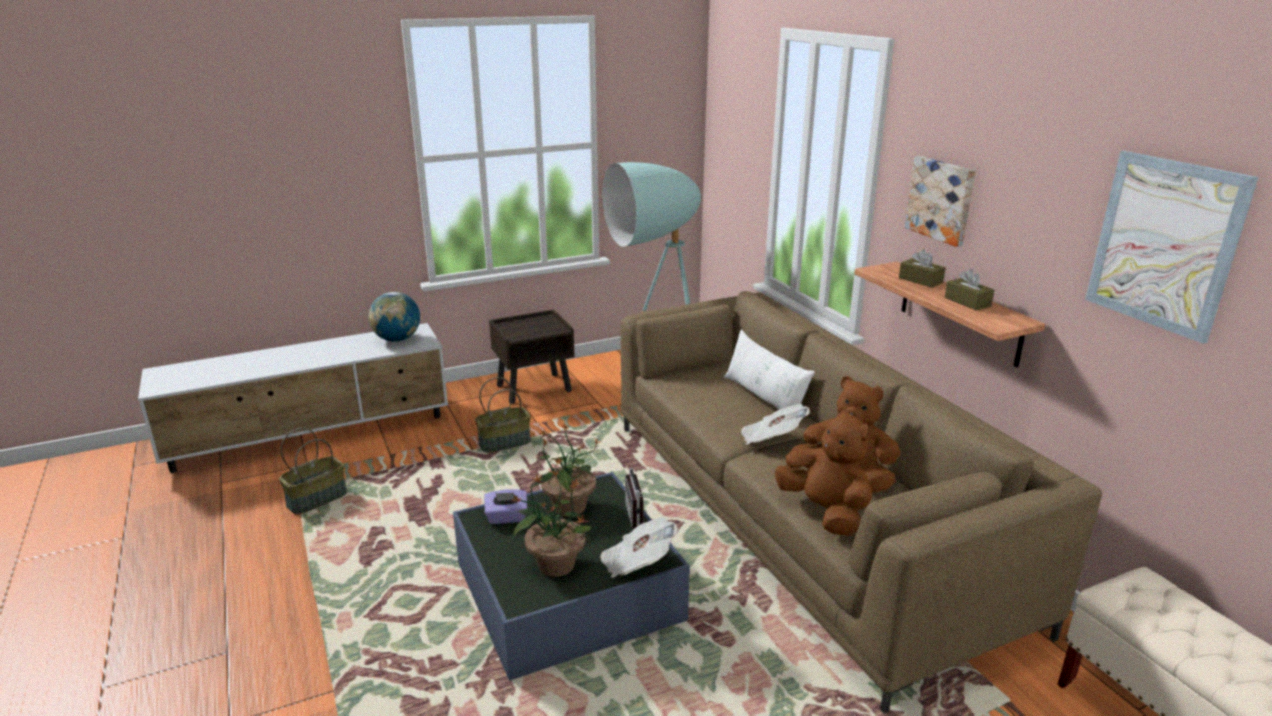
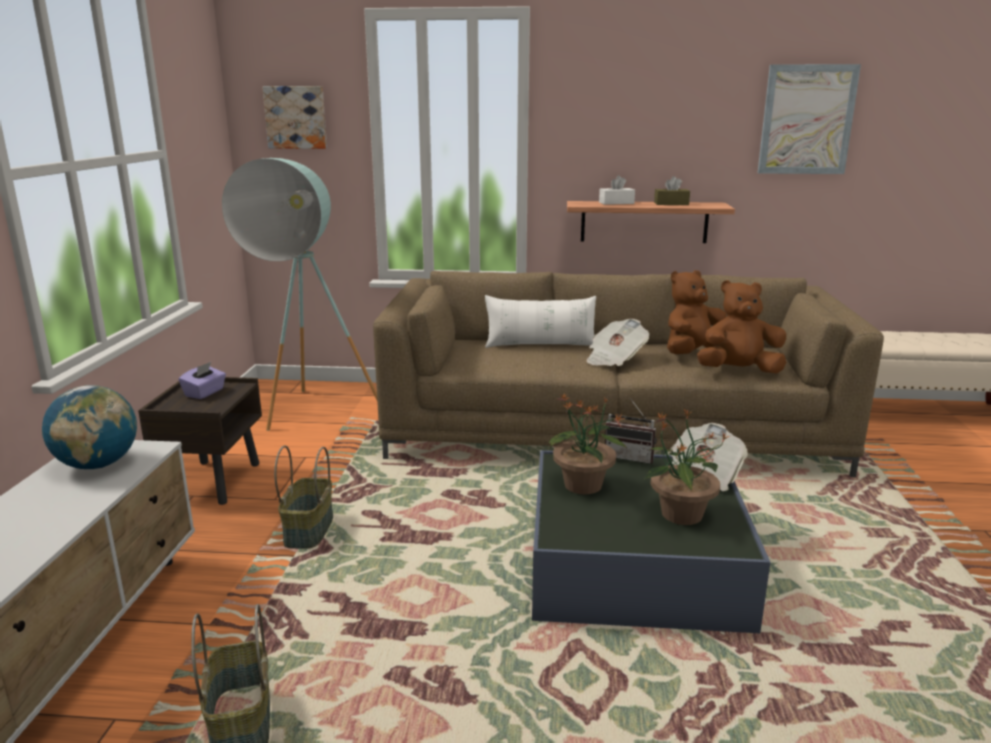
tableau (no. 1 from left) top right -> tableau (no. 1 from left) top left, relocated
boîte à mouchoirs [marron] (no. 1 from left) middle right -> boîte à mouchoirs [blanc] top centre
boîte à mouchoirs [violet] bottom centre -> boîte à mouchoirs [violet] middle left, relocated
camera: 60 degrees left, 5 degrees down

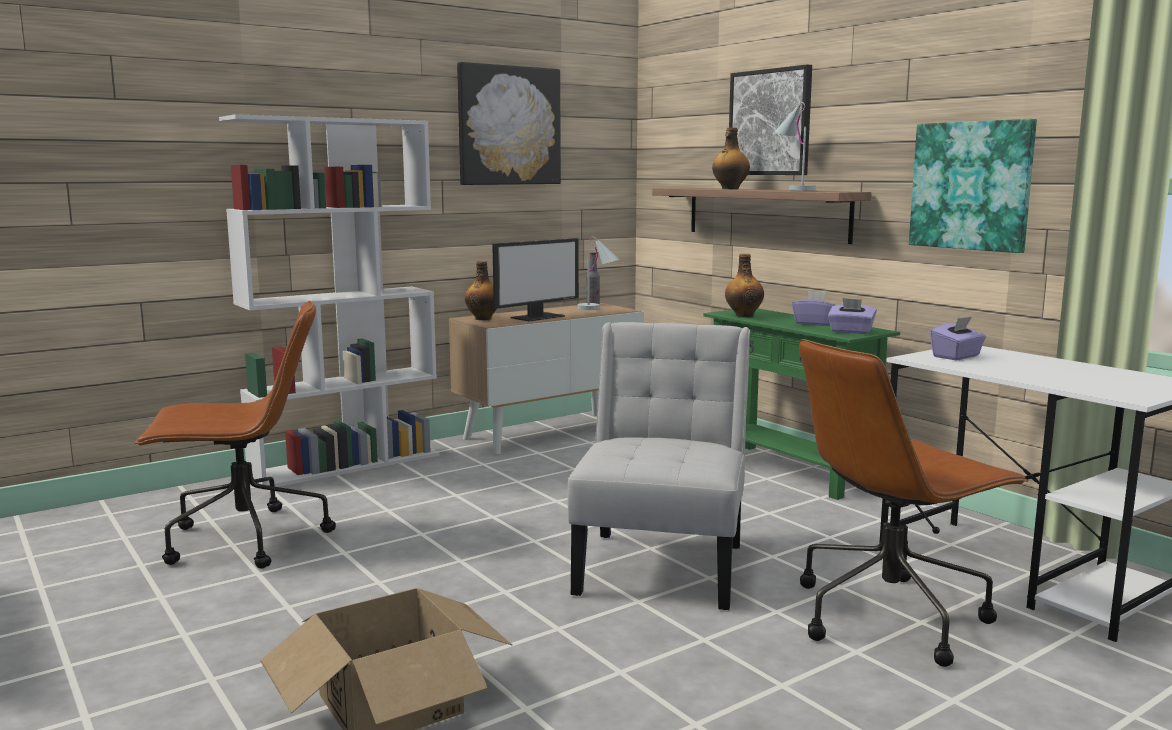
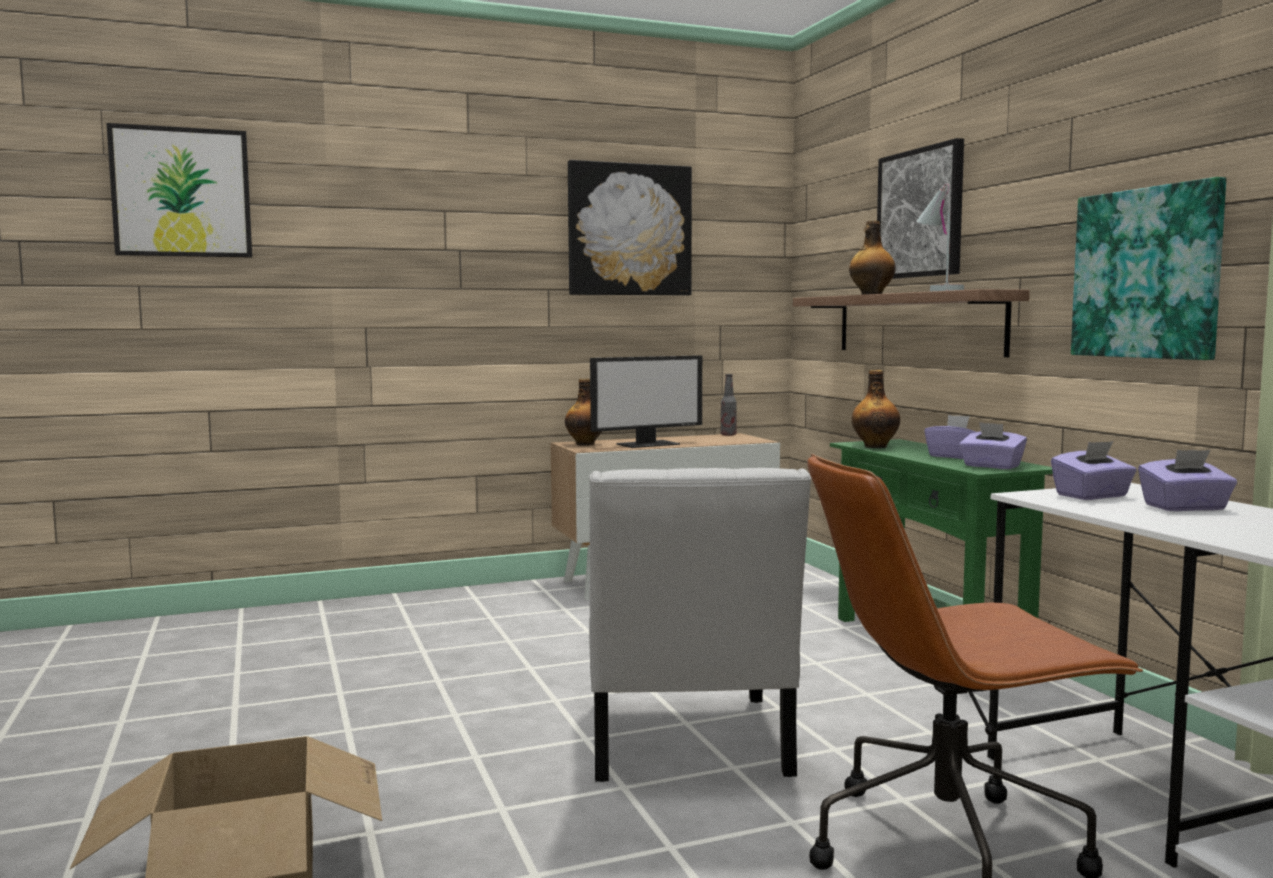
bibliothèque [blanc] middle left -> none
lampe de table [blanc] (no. 1 from left) centre -> none
chaise de bureau [marron] (no. 1 from left) middle left -> none
chaise [blanc] centre -> chaise [blanc] bottom centre, 150 degrees clockwise
none -> tableau (no. 1 from left) top left
none -> boîte à mouchoirs [violet] (no. 4 from left) middle right
camera: 15 degrees right, 5 degrees down

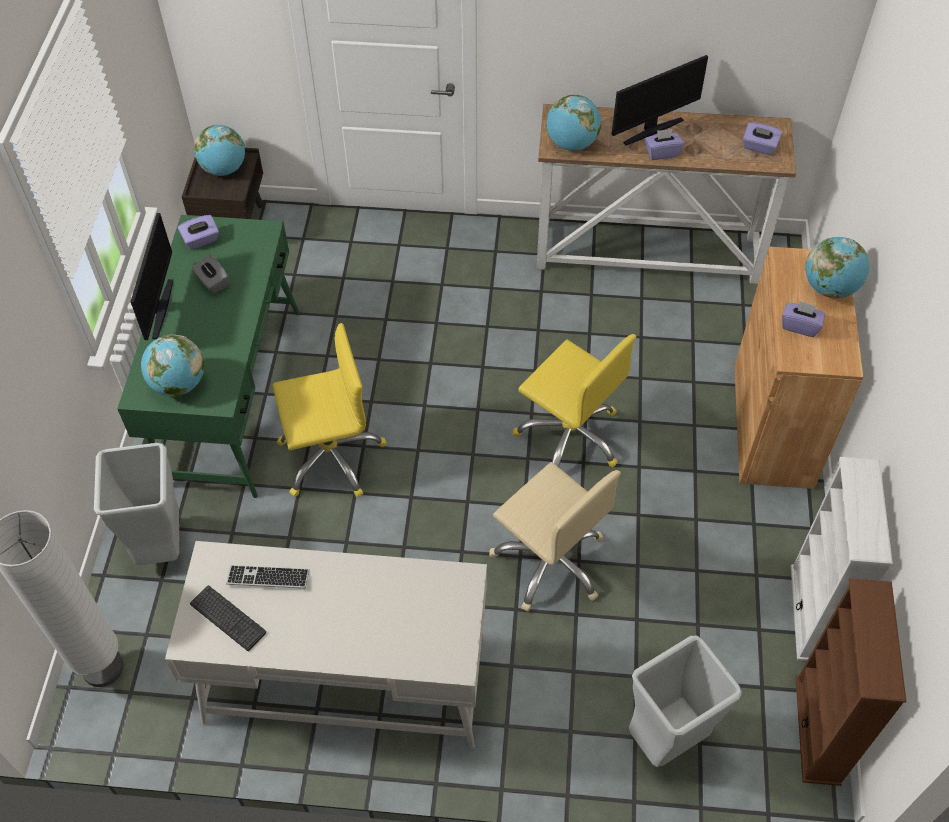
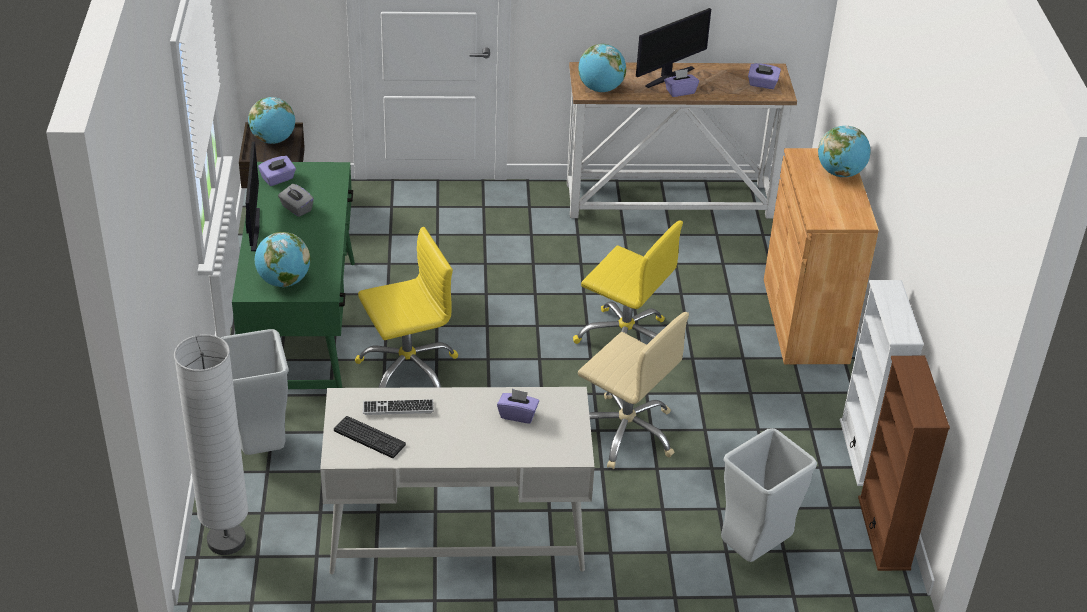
boîte à mouchoirs [violet] (no. 4 from left in the first image) middle right -> boîte à mouchoirs [violet] (no. 2 from left) centre, relocated
camera: 10 degrees left, 15 degrees down

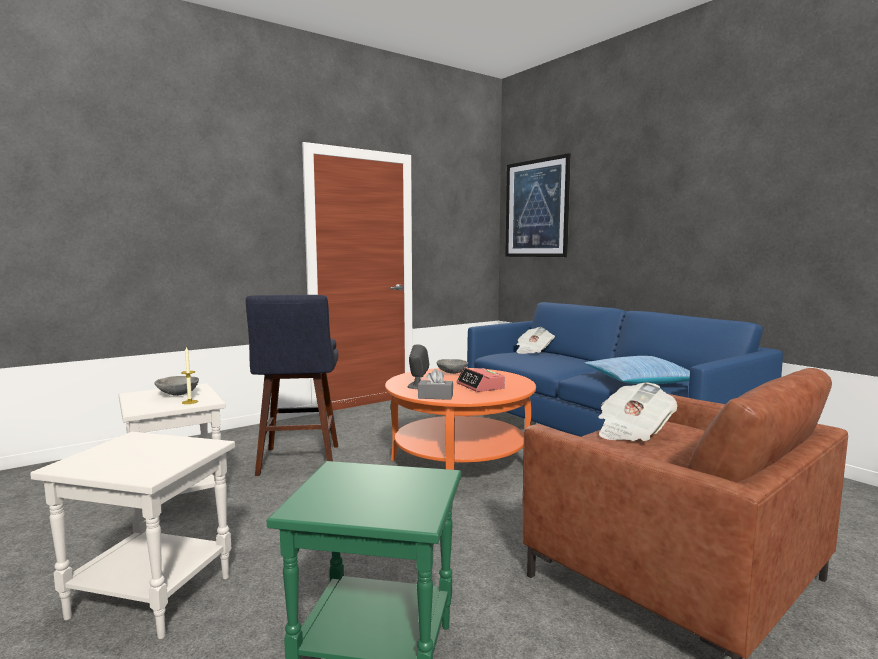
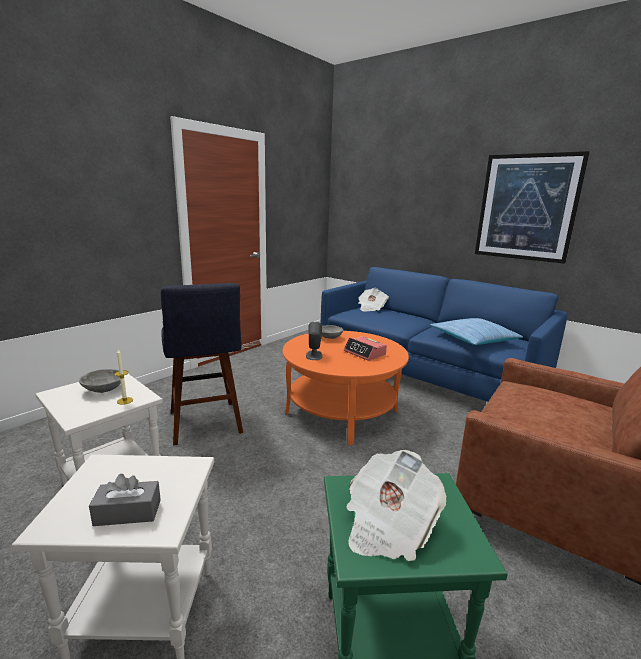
tableau top centre -> tableau top right, relocated
boîte à mouchoirs [gris] centre -> boîte à mouchoirs [gris] bottom left, relocated
journal (no. 2 from left) middle right -> journal (no. 2 from left) bottom centre, relocated
camera: 15 degrees left, 10 degrees up

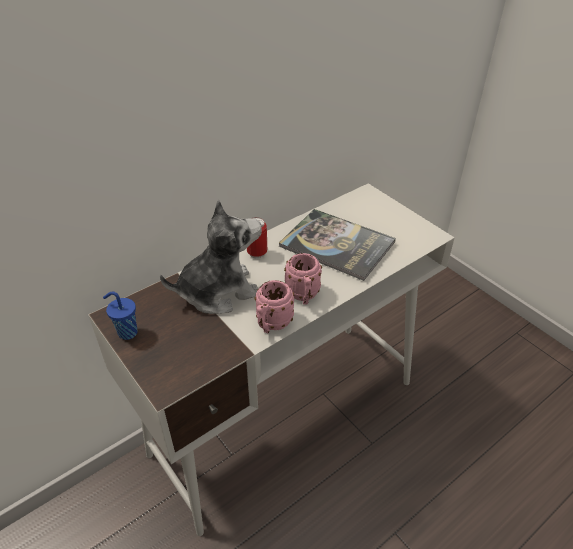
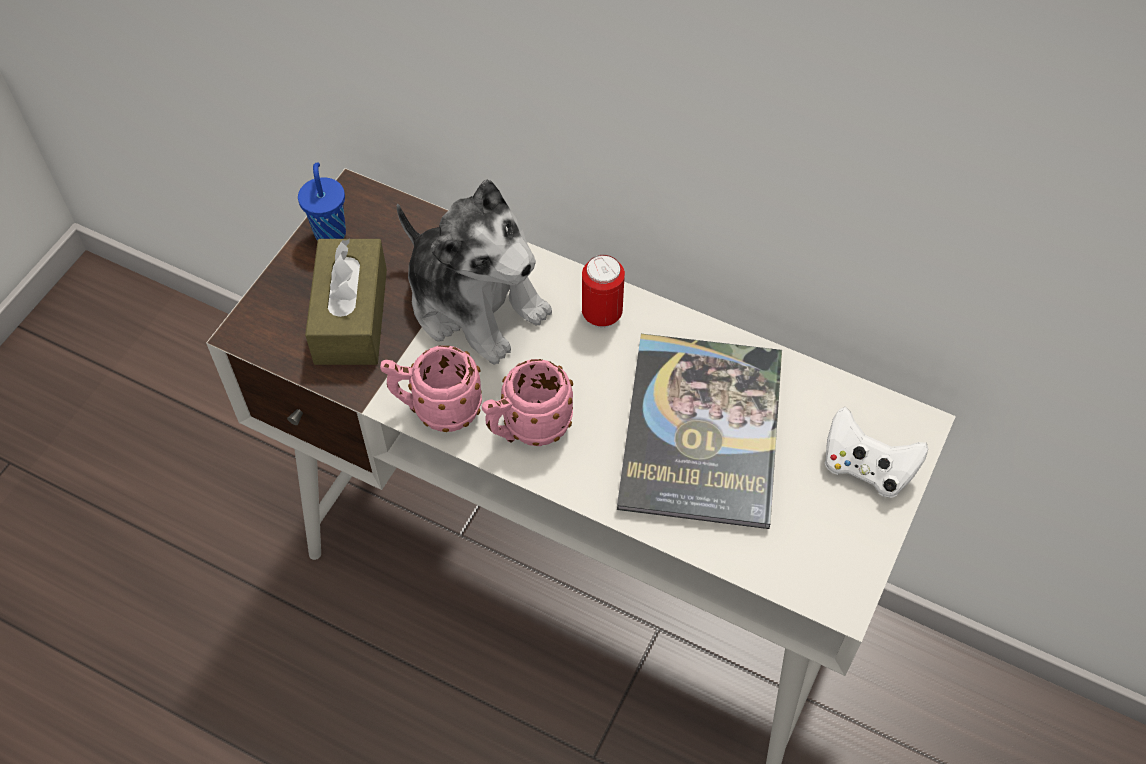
none -> boîte à mouchoirs [marron] middle left
none -> manette [blanc] middle right
camera: 65 degrees right, 15 degrees up

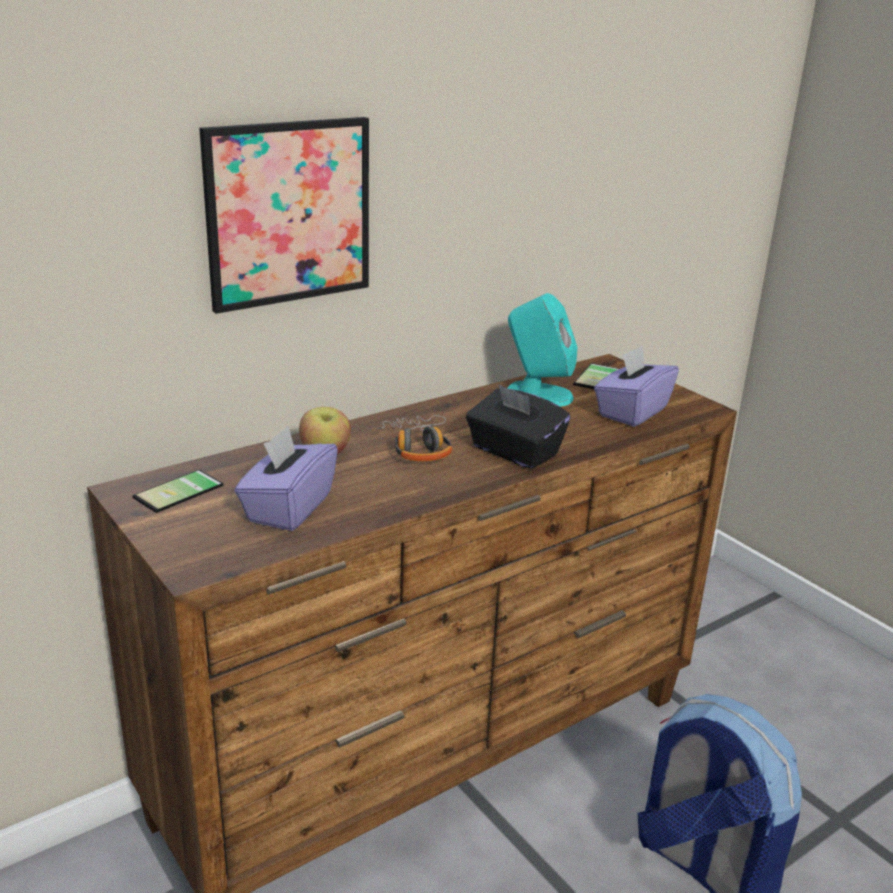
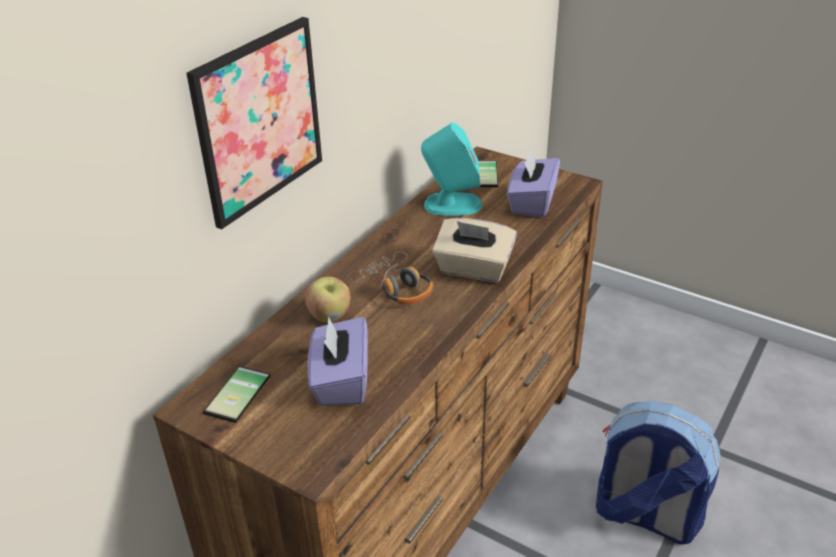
boîte à mouchoirs [noir] centre -> boîte à mouchoirs [beige] centre
camera: 20 degrees left, 10 degrees up

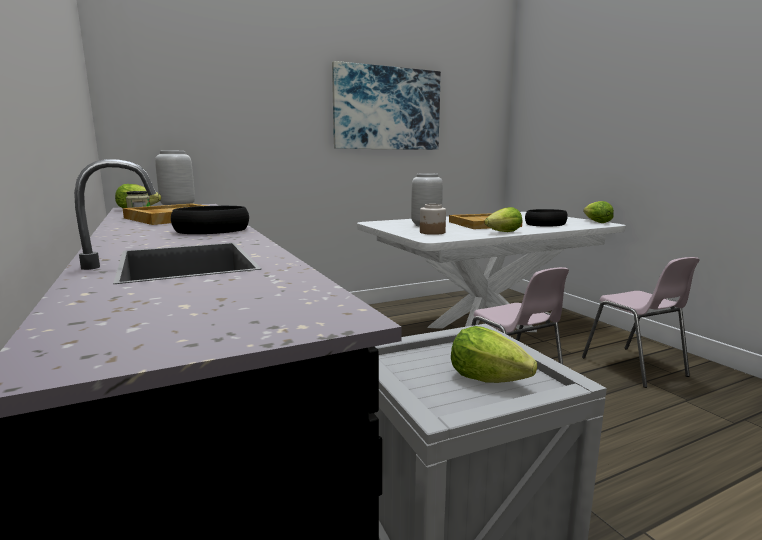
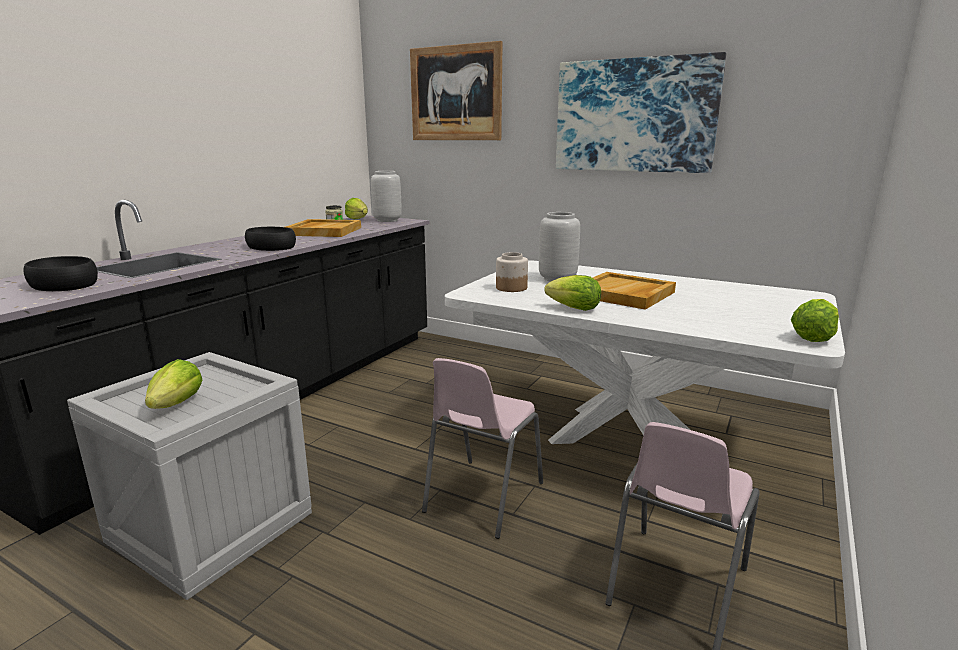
bol [noir] (no. 2 from left in the first image) middle right -> bol [noir] (no. 1 from left) middle left, relocated
none -> tableau (no. 1 from left) top centre
camera: 55 degrees right, 5 degrees up

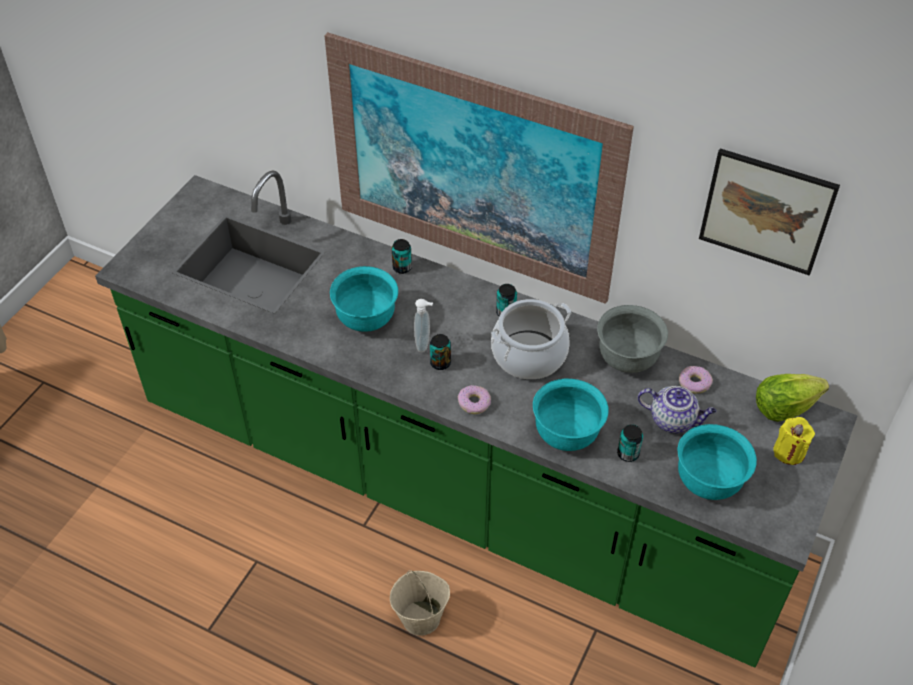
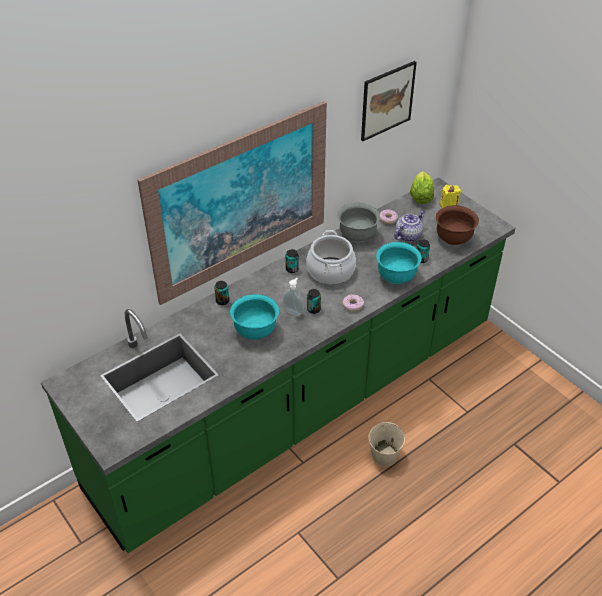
bol [turquoise] (no. 3 from left) bottom right -> bol [marron] middle right
camera: 65 degrees left, 5 degrees down

